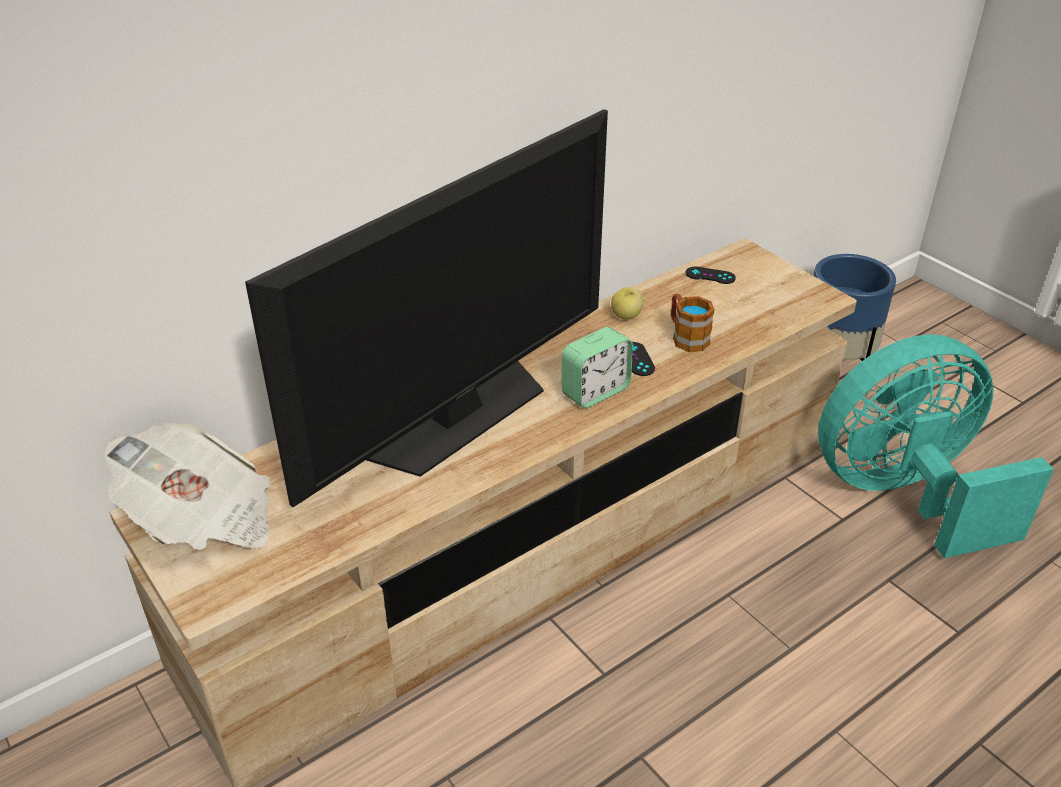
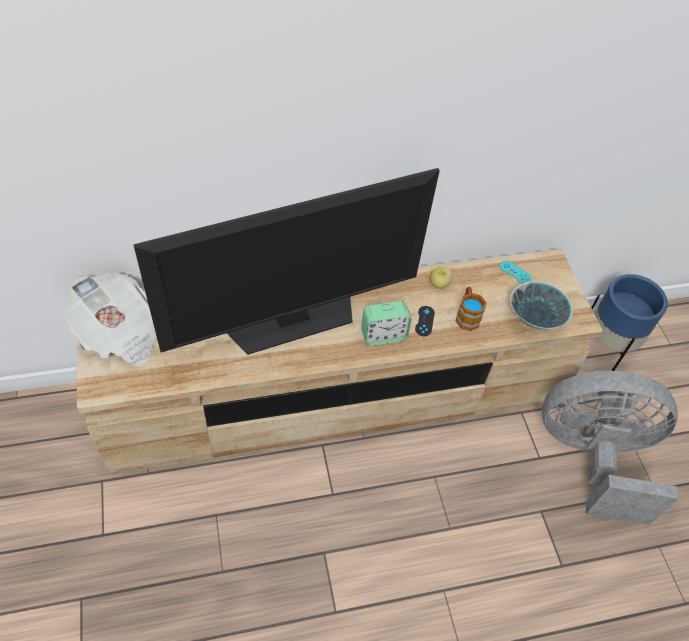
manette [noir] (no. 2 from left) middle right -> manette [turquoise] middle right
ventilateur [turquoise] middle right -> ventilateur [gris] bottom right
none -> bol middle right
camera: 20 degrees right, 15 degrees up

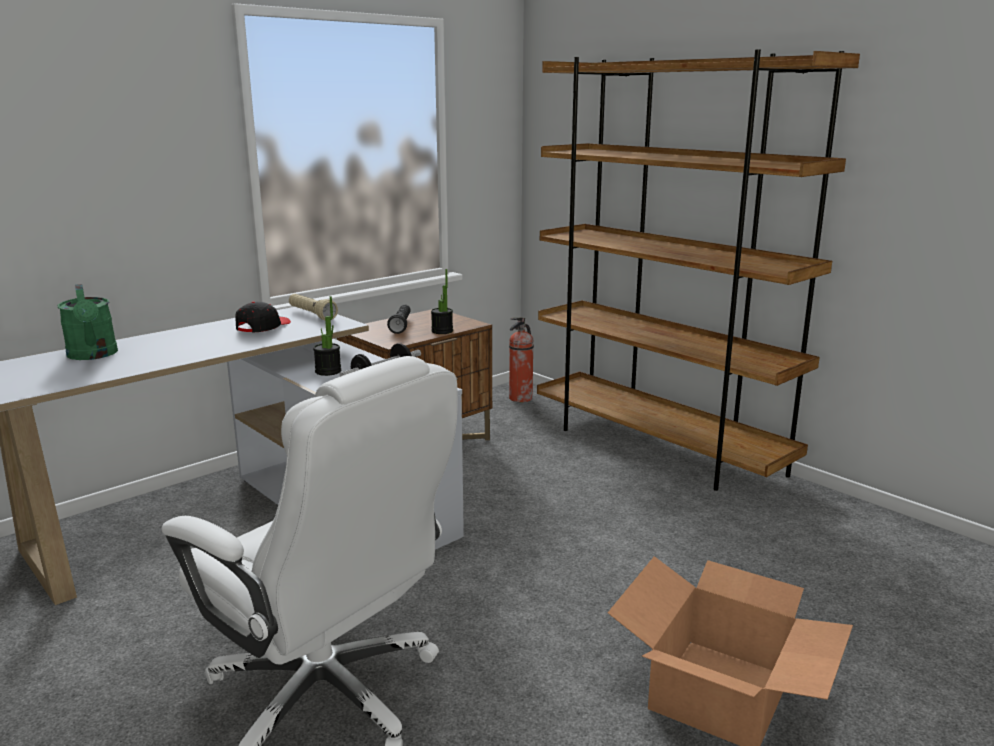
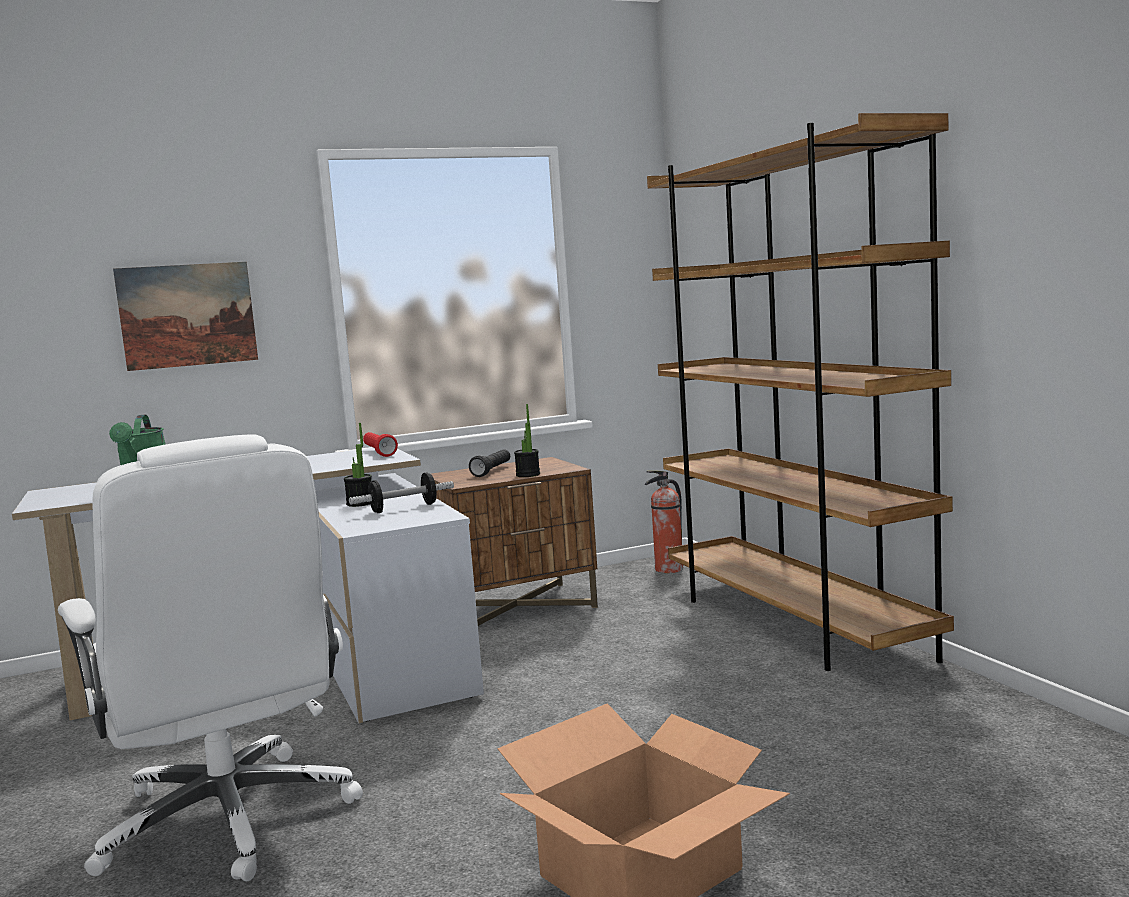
lampe de poche [beige] middle left -> lampe de poche [rouge] centre
casquette [noir] middle left -> none
none -> tableau middle left
camera: 20 degrees right, 10 degrees down

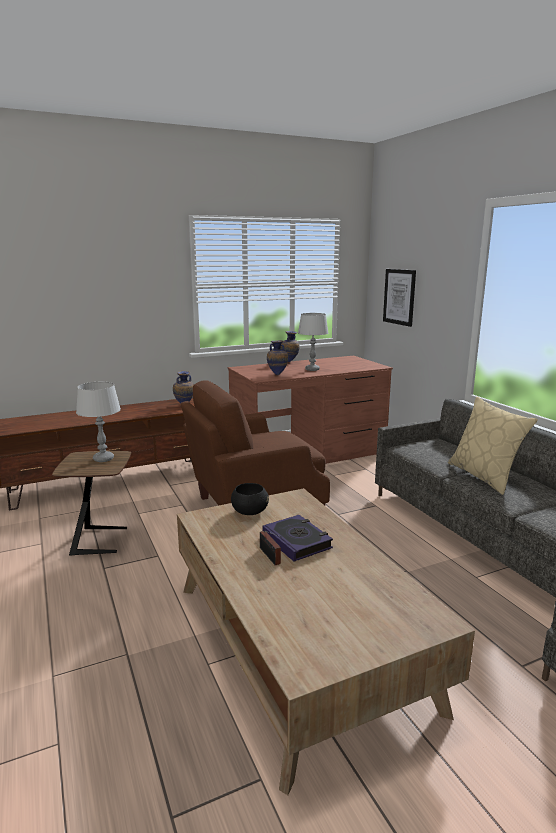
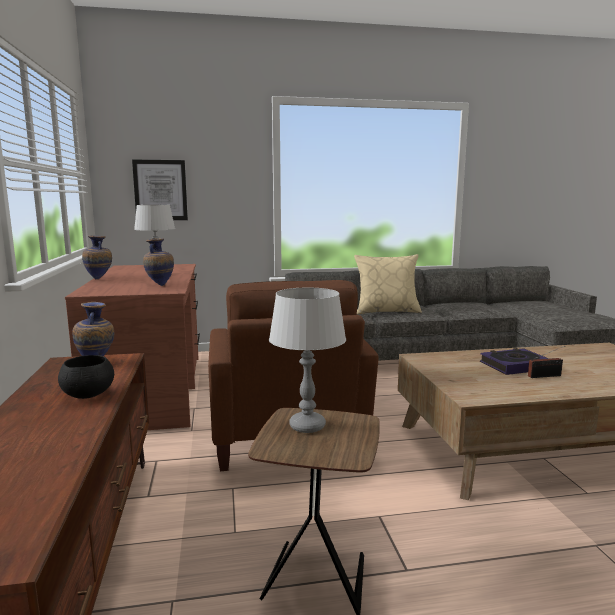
bol [noir] centre -> bol [noir] middle left, relocated
camera: 75 degrees left, 5 degrees down

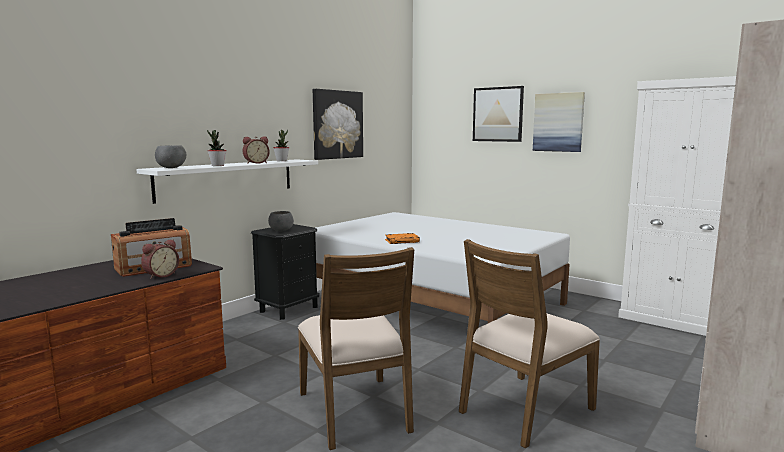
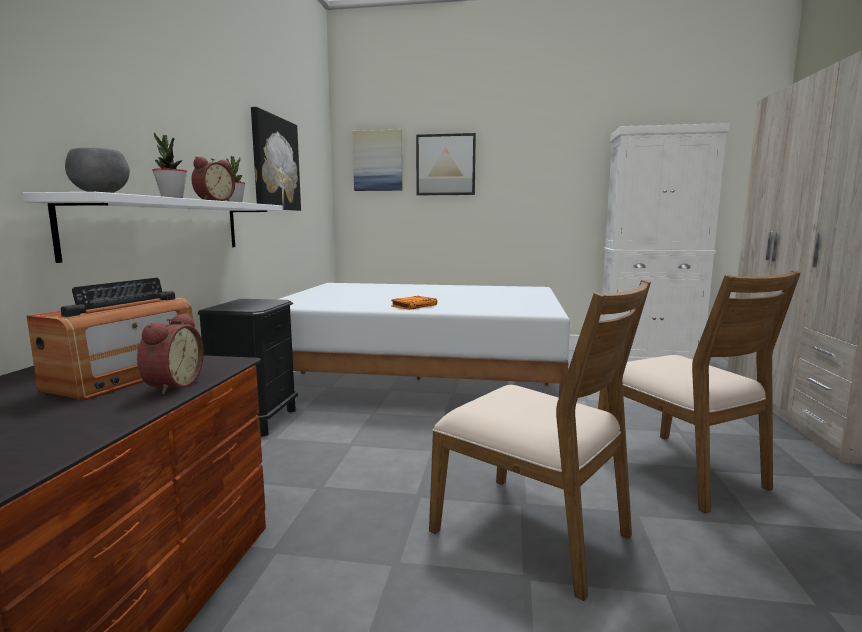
tableau (no. 3 from left in the first image) top right -> tableau (no. 2 from left) top centre, relocated
bol [gris] (no. 2 from left) centre -> none
chaise [marron] (no. 2 from left) bottom right -> chaise [marron] (no. 2 from left) middle right, 45 degrees counterclockwise
camera: 30 degrees left, 0 degrees up

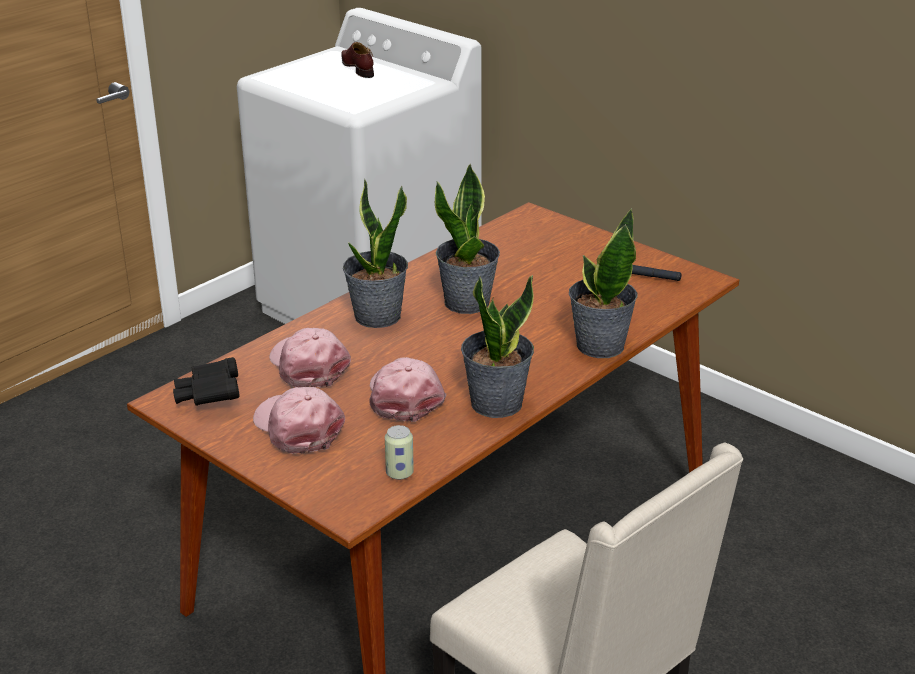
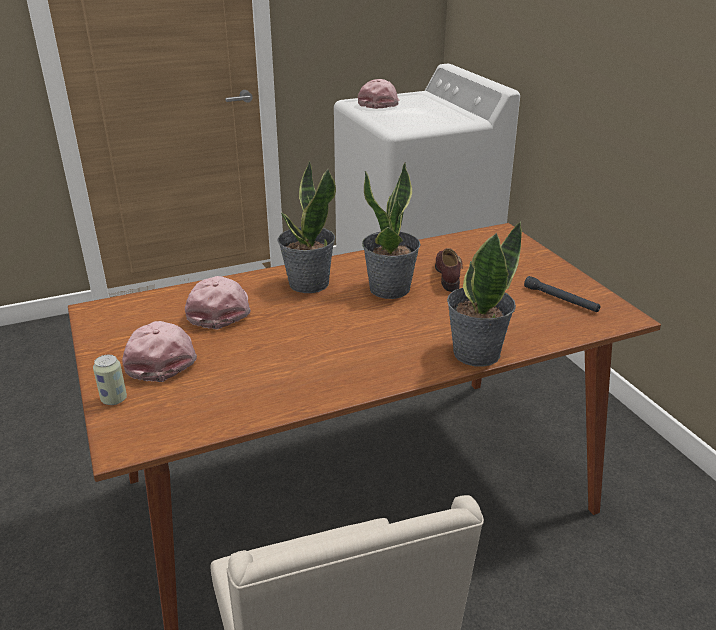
chaussure [marron] top centre -> chaussure [marron] centre, relocated
plante en pot (no. 3 from left) centre -> none
jumelles [noir] middle left -> none
casquette [rose] (no. 3 from left) centre -> casquette [rose] (no. 3 from left) top centre, relocated
boîte métallique bottom centre -> boîte métallique middle left, relocated
camera: 25 degrees right, 0 degrees up

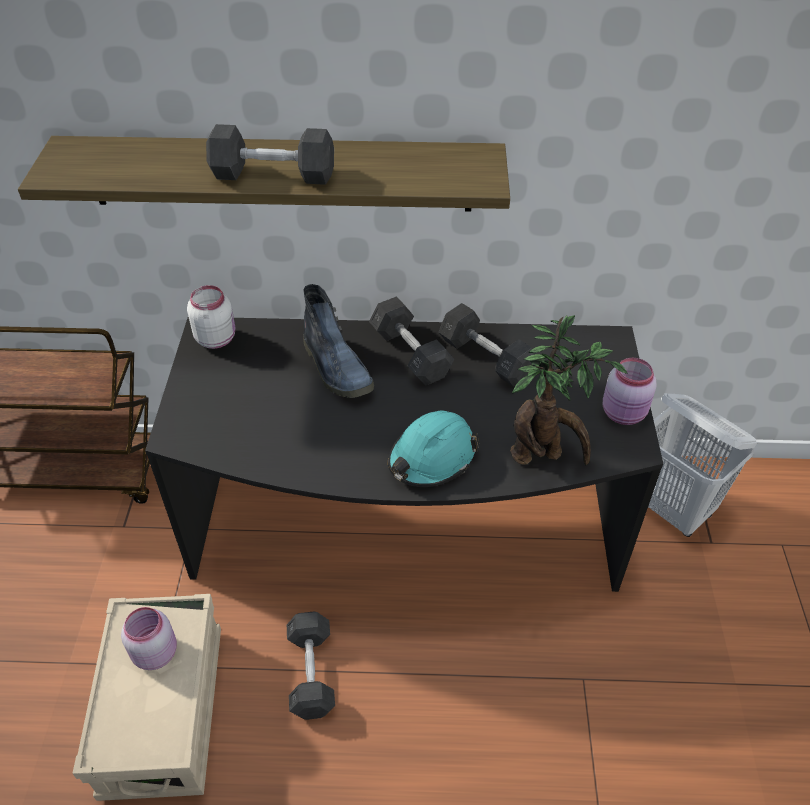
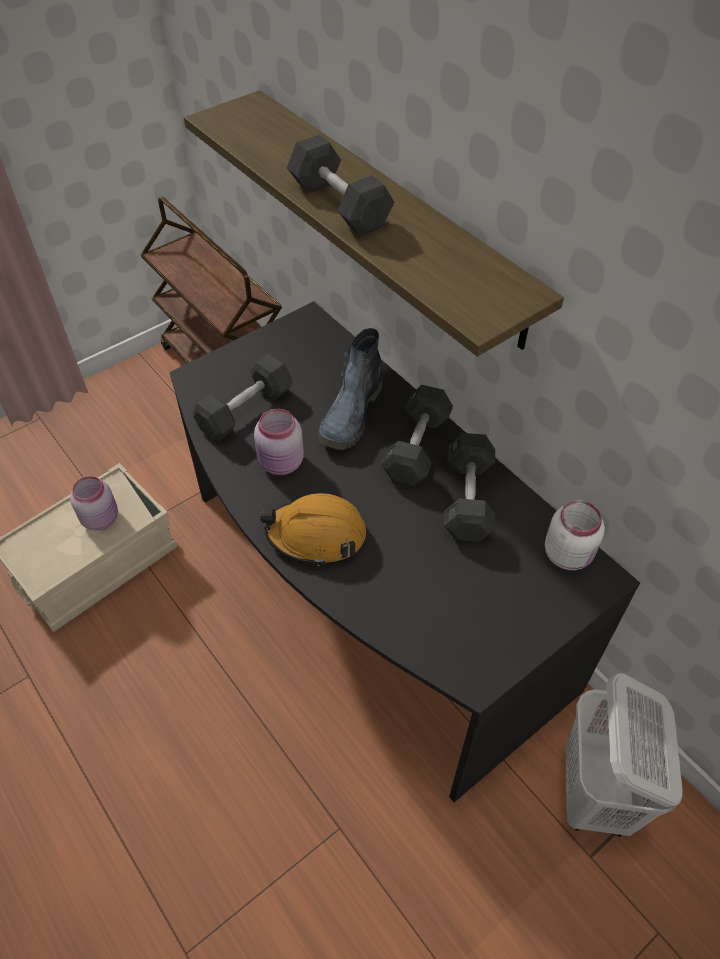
bocal [blanc] middle left -> bocal [blanc] middle right, relocated
plante en pot middle right -> none
bocal [rose] (no. 2 from left) middle right -> bocal [rose] (no. 2 from left) centre, relocated
casque de chantier [turquoise] centre -> casque de chantier [orange] centre
haltère [gris] (no. 2 from left in the first image) bottom centre -> haltère [gris] (no. 1 from left) centre, relocated
camera: 50 degrees right, 5 degrees up

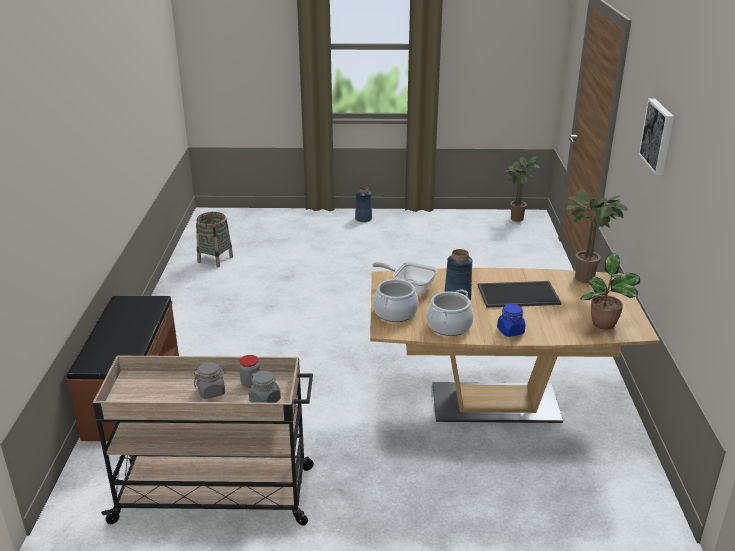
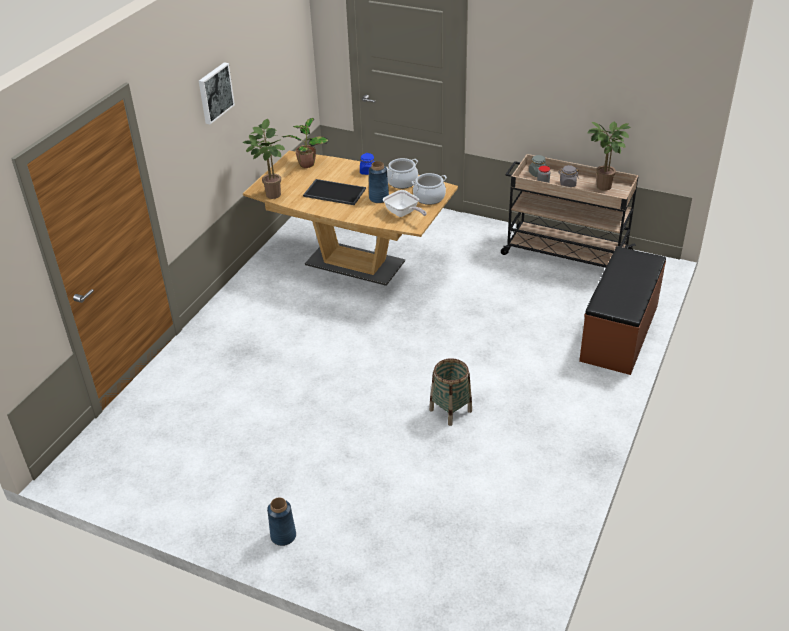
plante en pot (no. 1 from left in the first image) middle right -> plante en pot (no. 3 from left) top right, relocated
panier middle left -> panier centre, relocated
camera: 155 degrees left, 10 degrees up

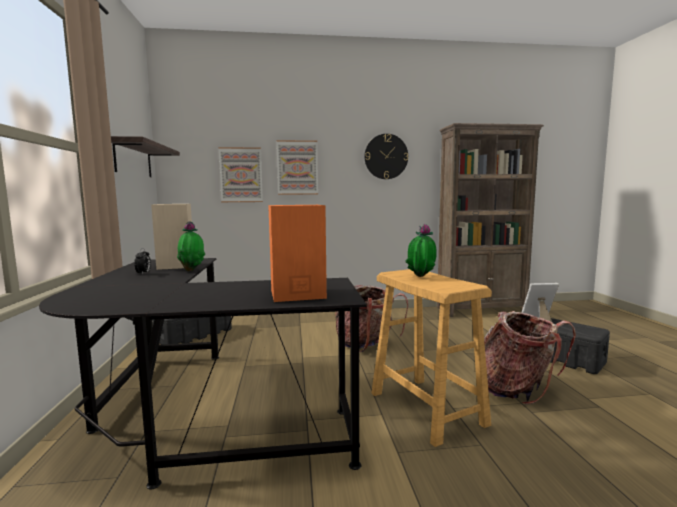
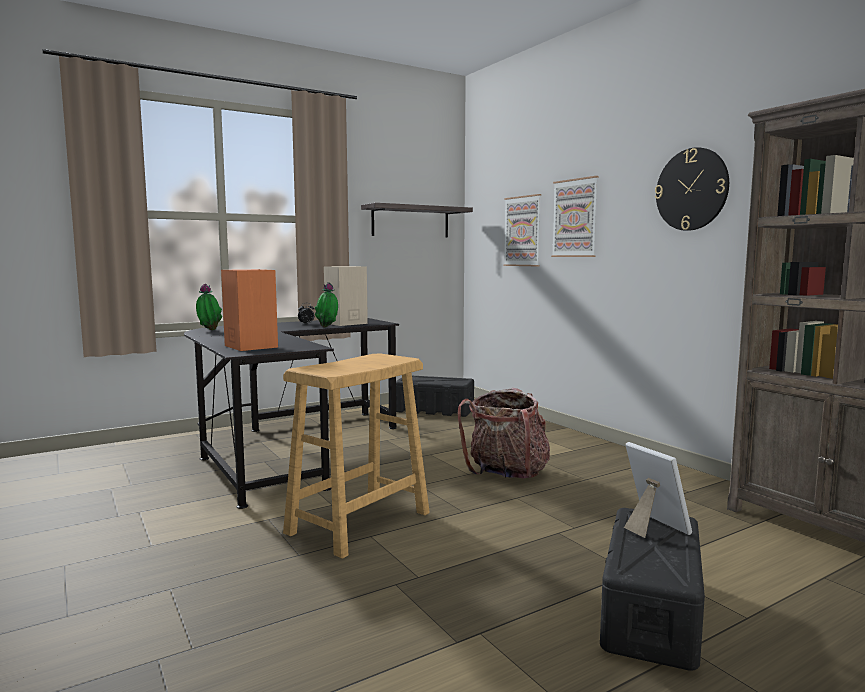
plante en pot (no. 2 from left in the first image) centre -> plante en pot (no. 1 from left) middle left, relocated
sac à dos (no. 2 from left) bottom right -> none
camera: 65 degrees right, 0 degrees up

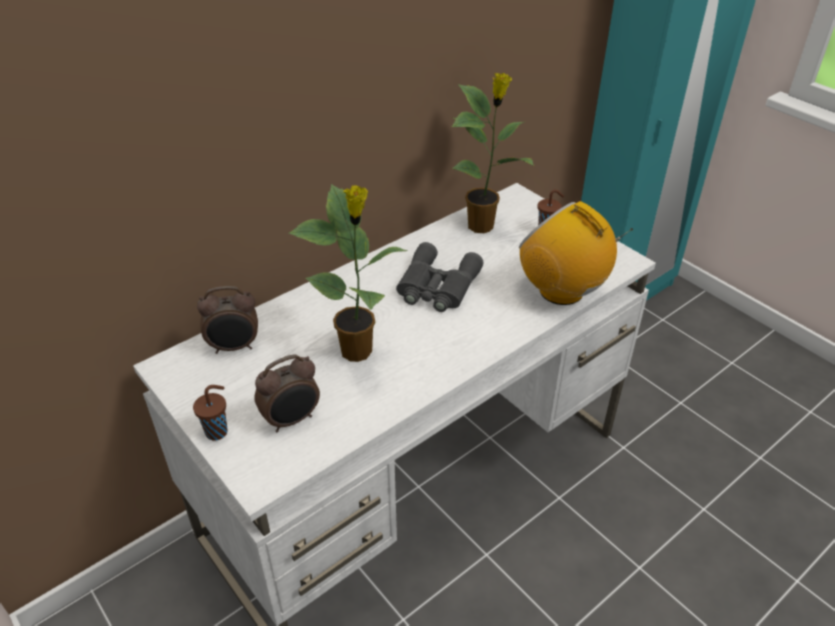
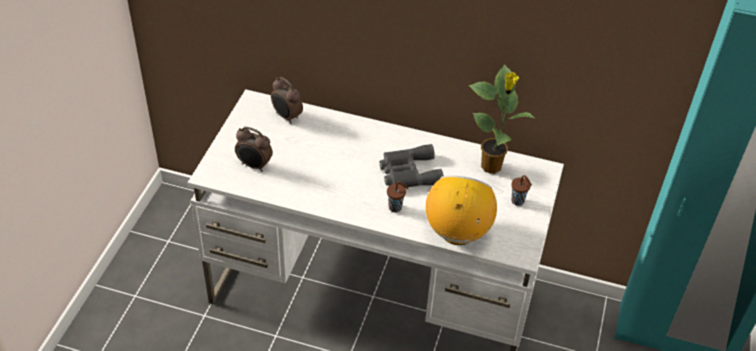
plante en pot (no. 1 from left) centre -> none
tasse [marron] (no. 1 from left) middle left -> tasse [marron] (no. 1 from left) centre, relocated
camera: 55 degrees right, 5 degrees up

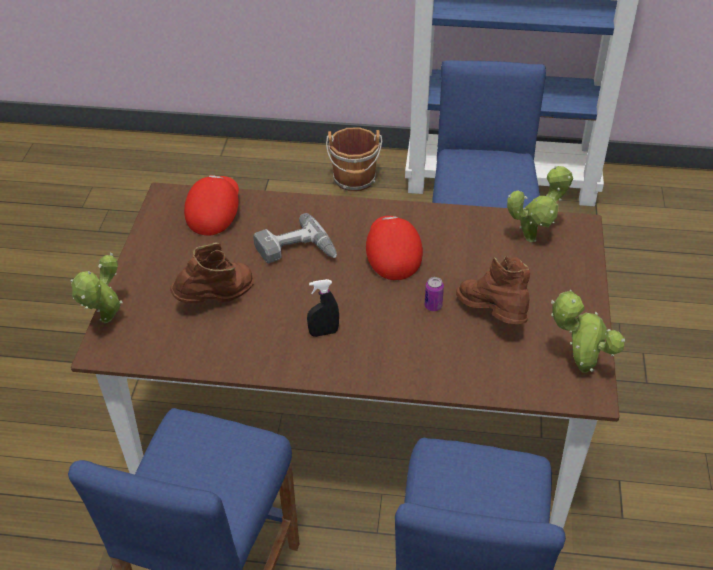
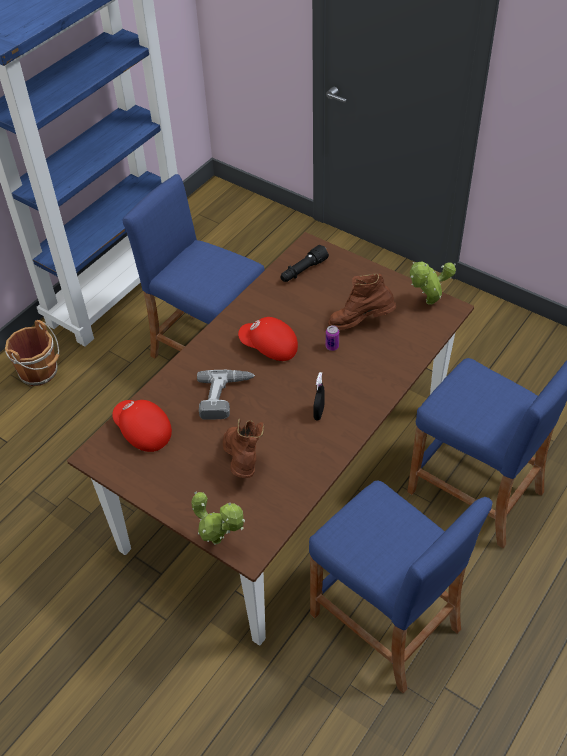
plante en pot (no. 2 from left) middle right -> lampe de poche [noir] centre
camera: 60 degrees left, 5 degrees up

